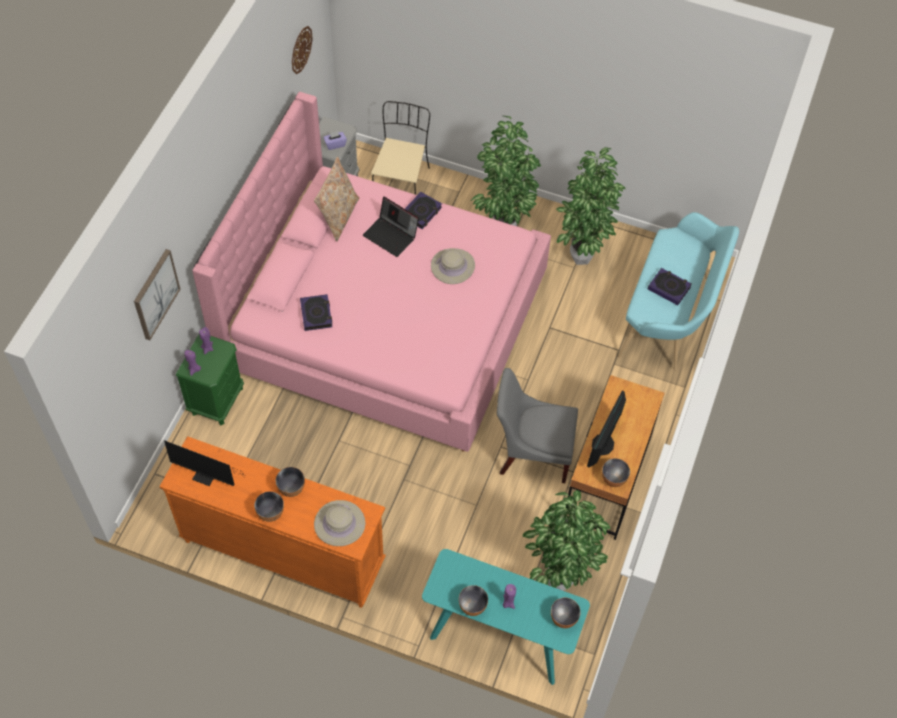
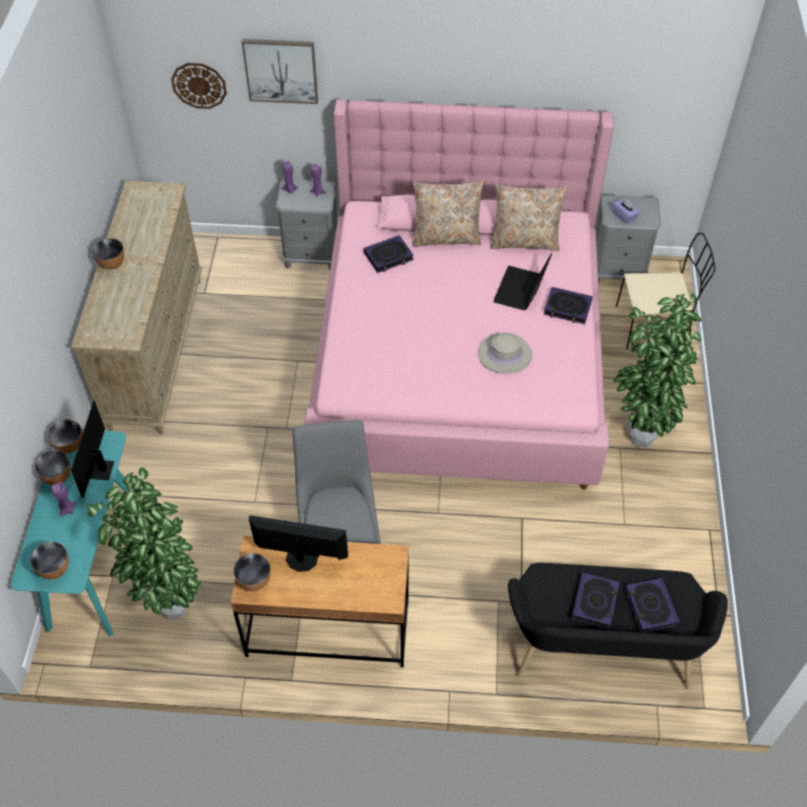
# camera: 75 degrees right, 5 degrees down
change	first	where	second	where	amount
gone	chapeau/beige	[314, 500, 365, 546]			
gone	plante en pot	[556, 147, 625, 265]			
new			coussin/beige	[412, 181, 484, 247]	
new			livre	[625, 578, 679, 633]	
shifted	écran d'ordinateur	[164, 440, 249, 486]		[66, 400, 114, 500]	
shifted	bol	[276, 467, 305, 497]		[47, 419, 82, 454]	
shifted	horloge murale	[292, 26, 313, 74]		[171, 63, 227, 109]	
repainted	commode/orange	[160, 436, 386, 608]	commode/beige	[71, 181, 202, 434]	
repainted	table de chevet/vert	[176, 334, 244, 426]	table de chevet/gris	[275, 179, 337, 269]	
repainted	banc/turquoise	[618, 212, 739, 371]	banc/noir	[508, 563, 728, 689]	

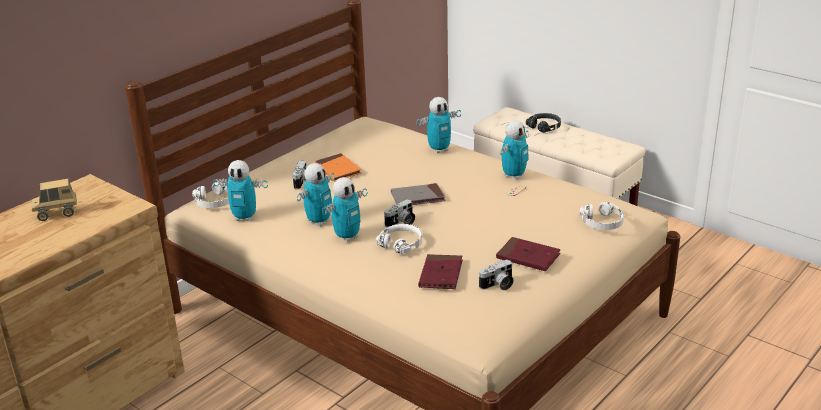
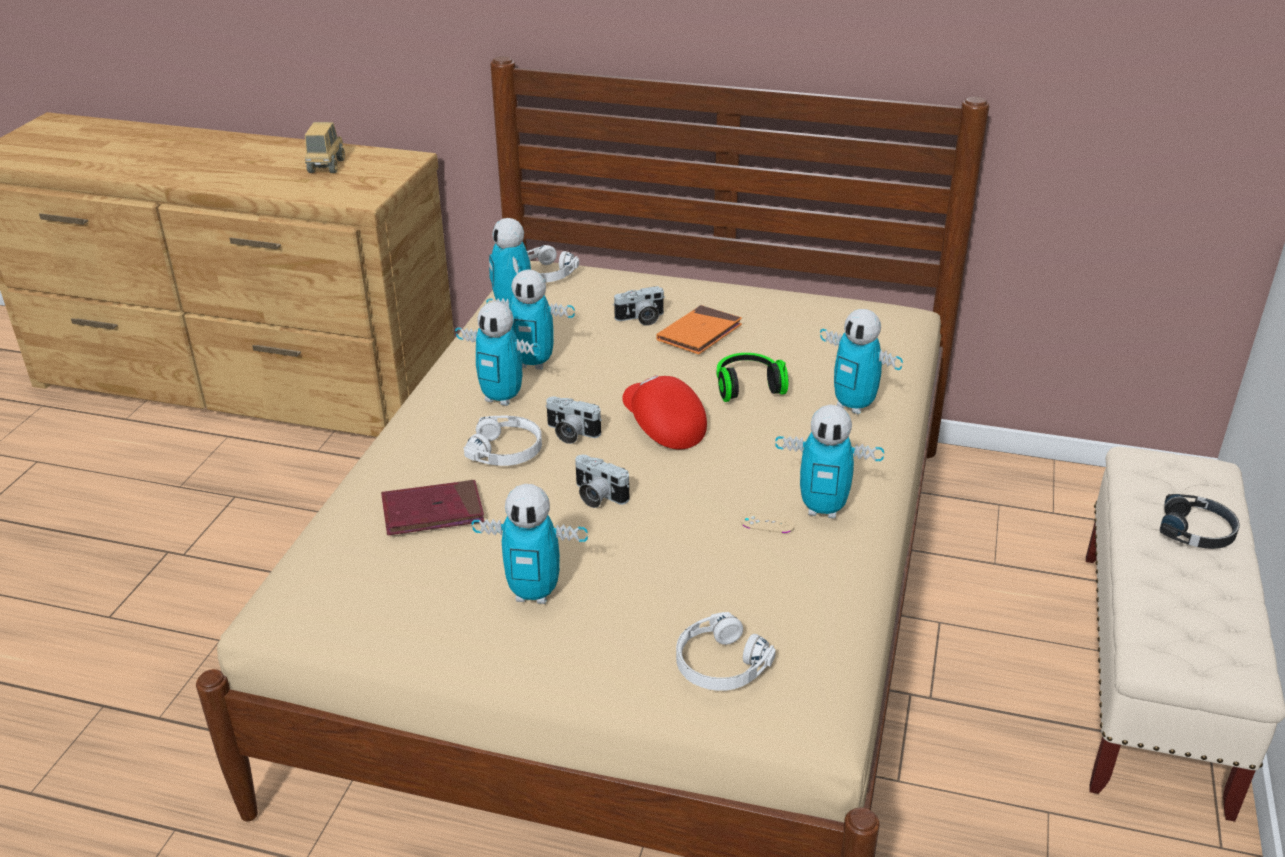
# camera: 65 degrees right, 5 degrees up
change	first	where	second	where	amount
new			casque audio	[717, 353, 788, 402]	
shifted	appareil photo	[478, 259, 514, 290]		[575, 455, 630, 508]	
swapped	livre/gris	[391, 183, 446, 205]	casquette/rouge	[622, 375, 707, 450]	
swapped	livre/rouge	[496, 237, 561, 271]	robot jouet	[472, 484, 588, 604]	
rotated	camion jouet	[32, 179, 77, 221]		[305, 122, 345, 173]	45 degrees clockwise

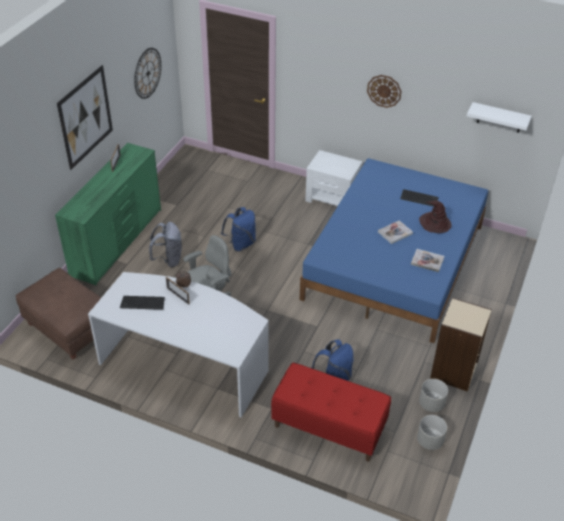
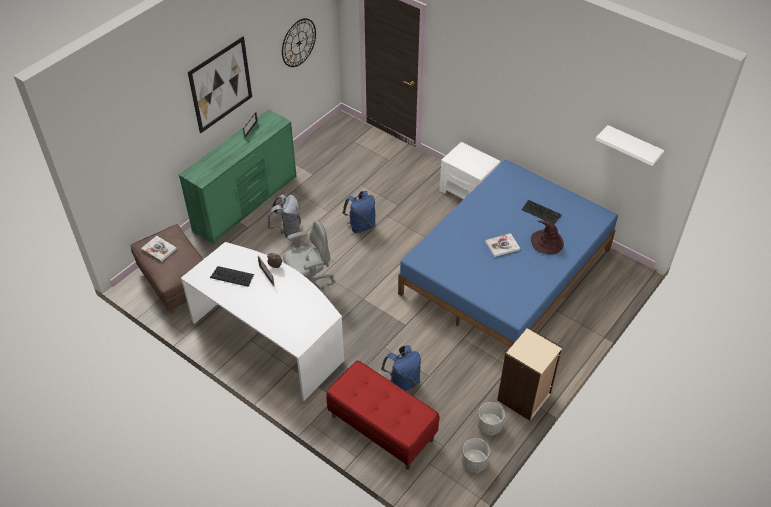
# camera: 15 degrees right, 5 degrees up
change	first	where	second	where	amount
gone	horloge murale	[367, 75, 401, 108]			
shifted	livre	[411, 249, 444, 272]		[141, 236, 177, 262]	

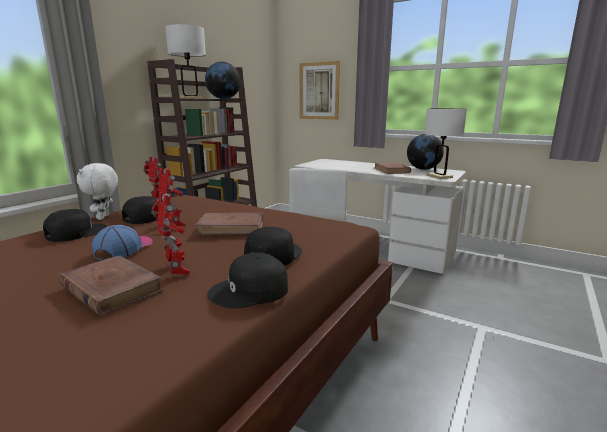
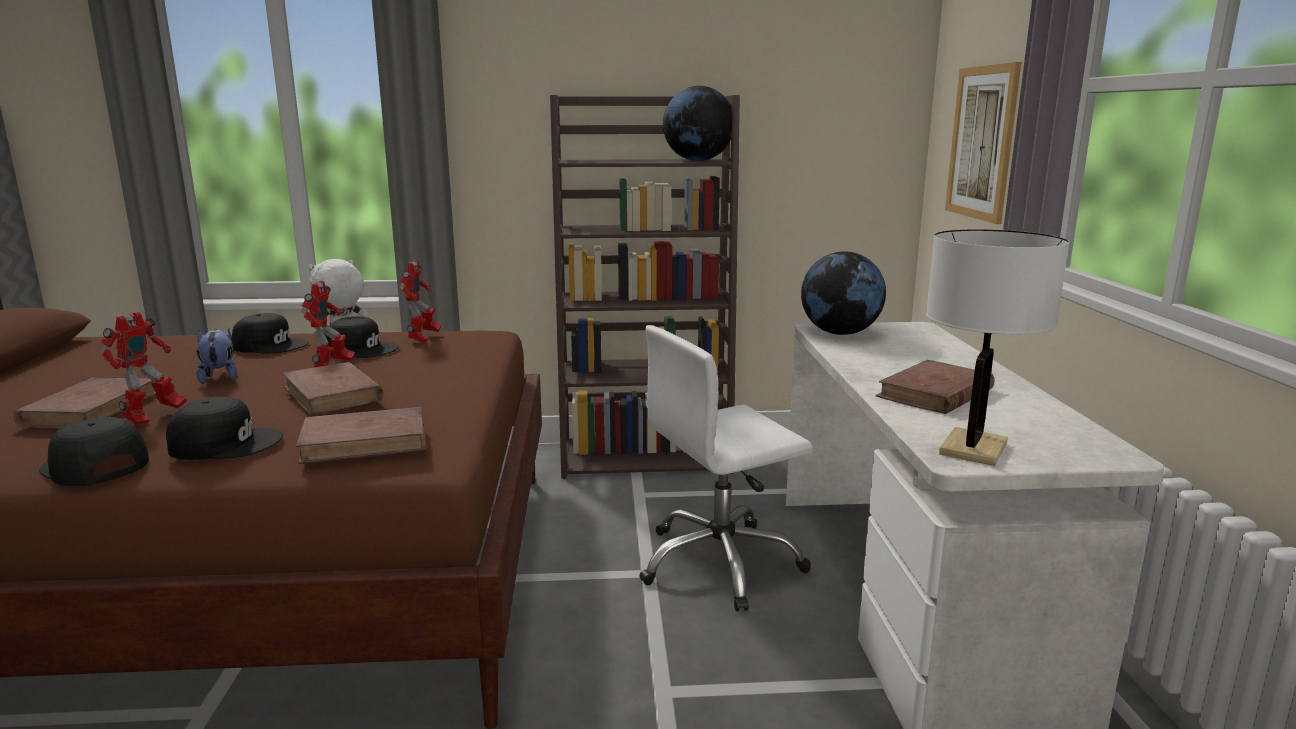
# camera: 55 degrees right, 0 degrees up
change	first	where	second	where	amount
gone	lampe de table/blanc	[165, 24, 206, 99]			
new			livre/marron	[296, 407, 427, 464]	
shifted	globe	[407, 134, 444, 170]		[801, 251, 886, 335]	
swapped	casquette	[92, 225, 153, 260]	peluche	[196, 329, 237, 384]	

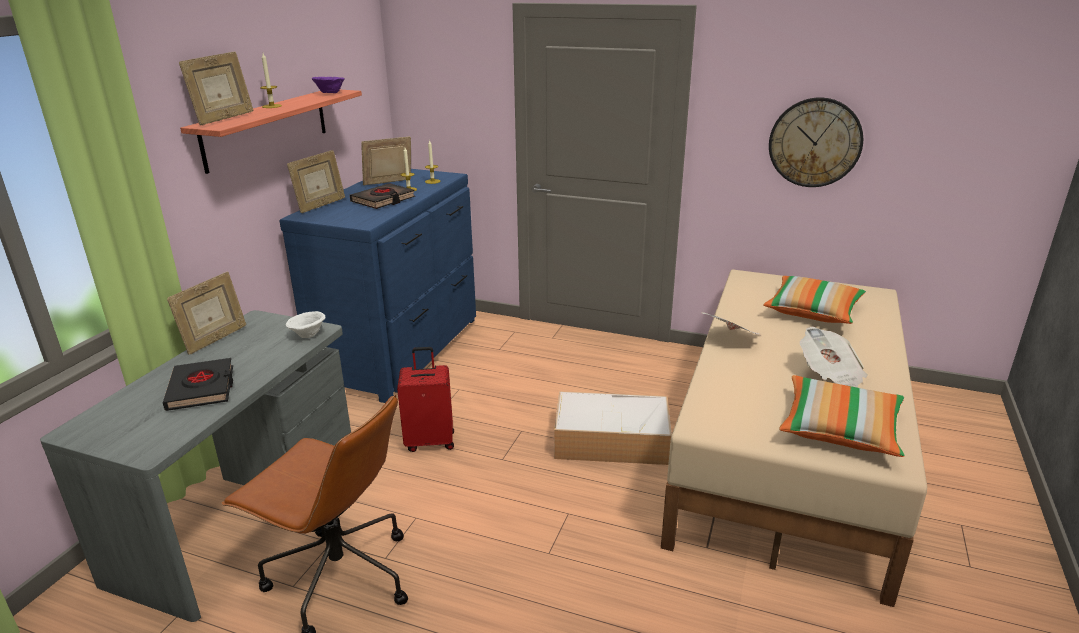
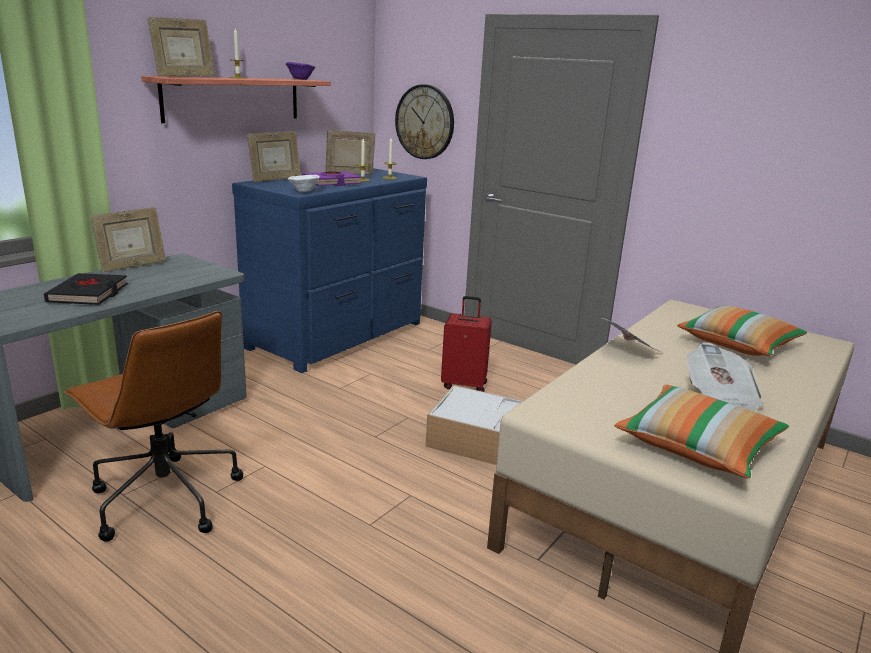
# camera: 15 degrees right, 5 degrees down
change	first	where	second	where	amount
shifted	bol/blanc	[286, 311, 325, 338]		[288, 175, 320, 192]	
shifted	valise/rouge	[397, 347, 454, 452]		[441, 296, 492, 392]	
shifted	horloge murale	[769, 98, 863, 187]		[395, 84, 454, 159]	
repainted	livre/noir	[350, 183, 415, 209]	livre/violet	[303, 171, 362, 186]	

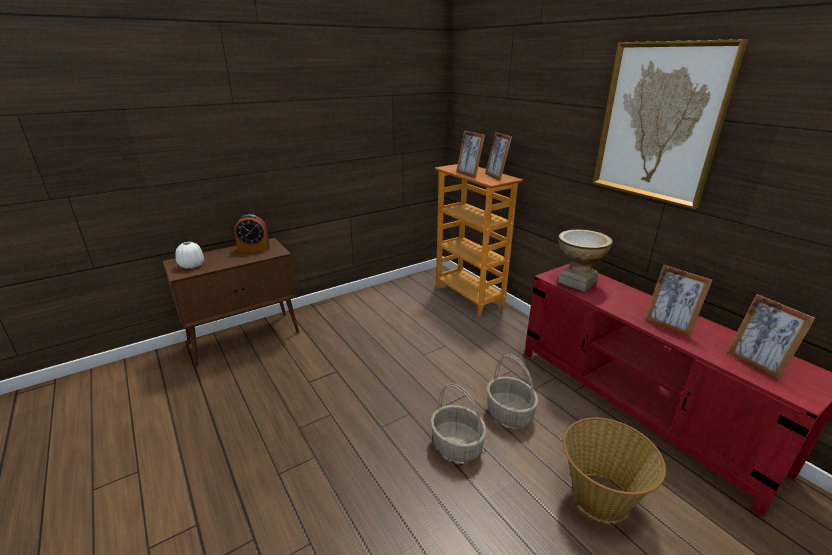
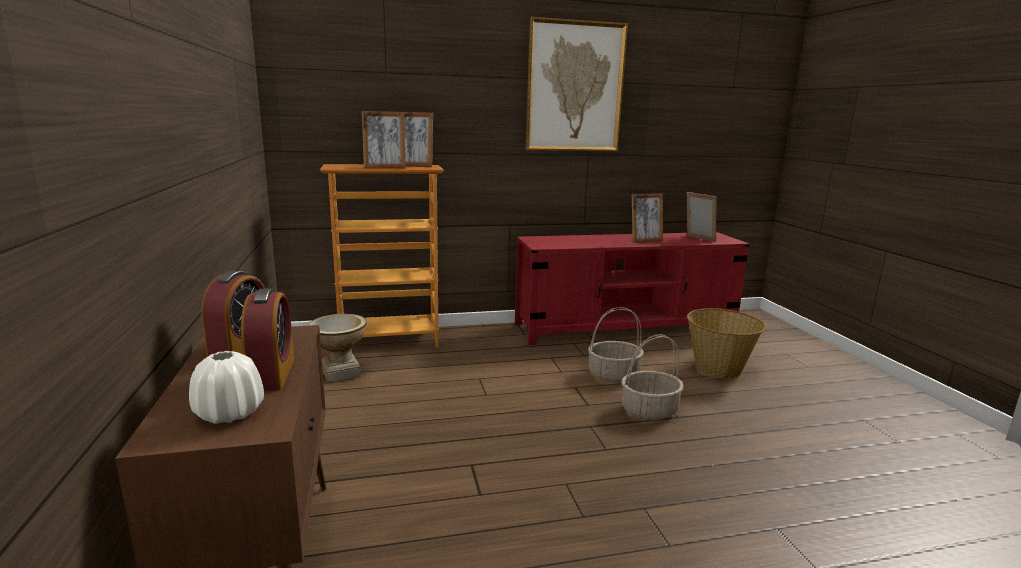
# camera: 70 degrees left, 10 degrees down
change	first	where	second	where	amount
new			réveil	[241, 288, 294, 391]	
shifted	vase	[558, 229, 613, 292]		[308, 314, 367, 383]	
rotated	cadre photo	[727, 294, 815, 381]		[687, 192, 716, 242]	120 degrees counterclockwise

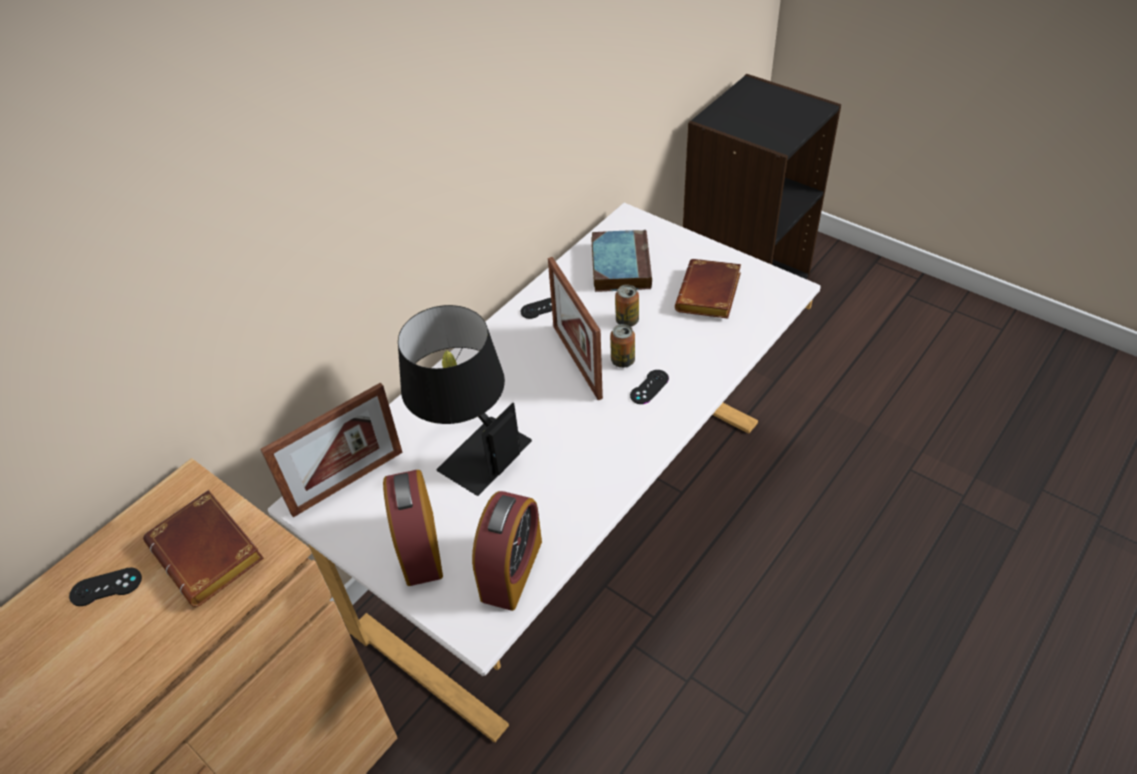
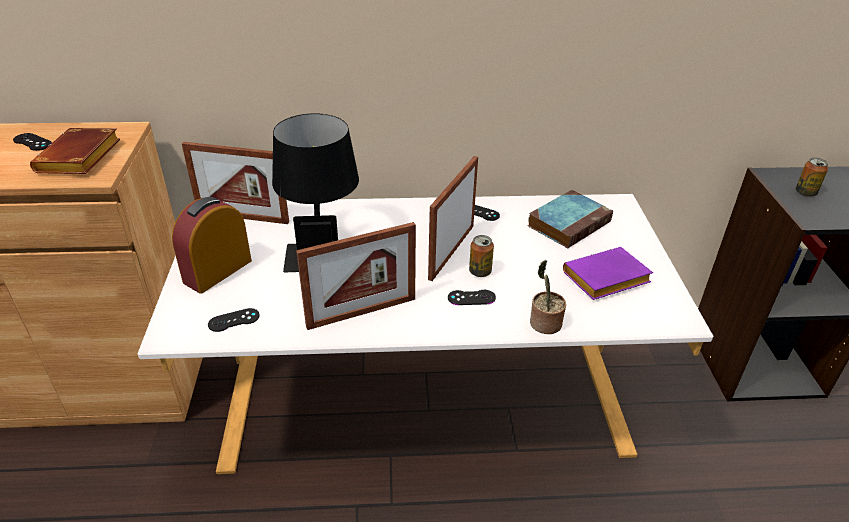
# camera: 45 degrees right, 10 degrees down
change	first	where	second	where	amount
new			cadre photo	[296, 222, 416, 330]	
new			plante en pot	[530, 260, 566, 334]	
shifted	boîte métallique	[615, 285, 639, 327]		[796, 158, 828, 197]	
swapped	réveil	[472, 491, 542, 611]	manette/noir	[208, 308, 260, 332]	
repainted	livre/marron	[675, 259, 741, 319]	livre/violet	[563, 247, 653, 300]	

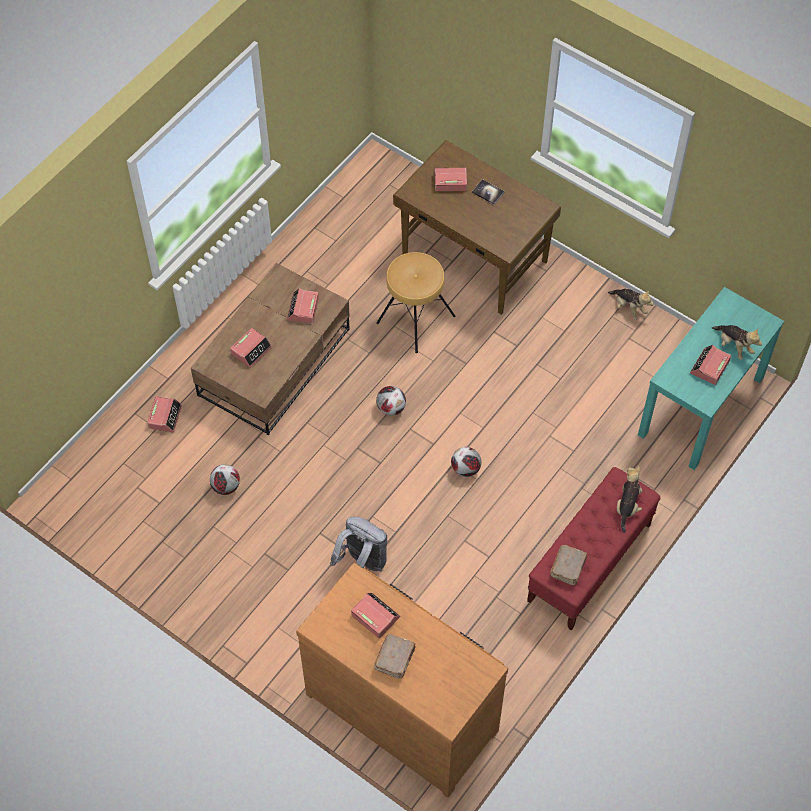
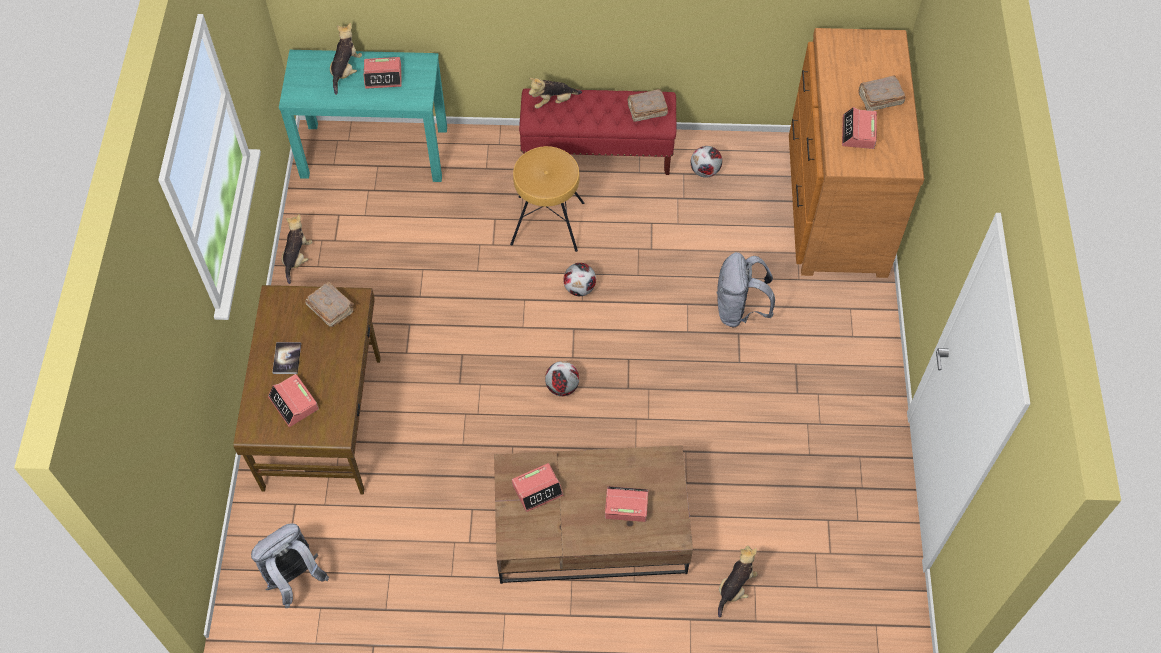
# camera: 125 degrees left, 0 degrees up
change	first	where	second	where	amount
new			sac à dos/gris	[251, 523, 329, 608]	
new			livre/marron	[305, 282, 354, 327]	
shifted	ballon de foot	[210, 464, 240, 495]		[691, 146, 722, 178]	
shifted	tabouret/marron	[376, 252, 456, 353]		[510, 146, 584, 252]	
swapped	réveil	[147, 397, 182, 432]	peluche	[718, 546, 758, 617]	

